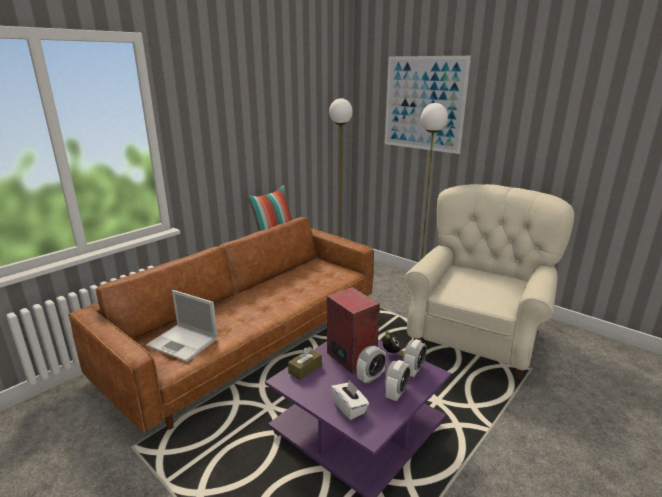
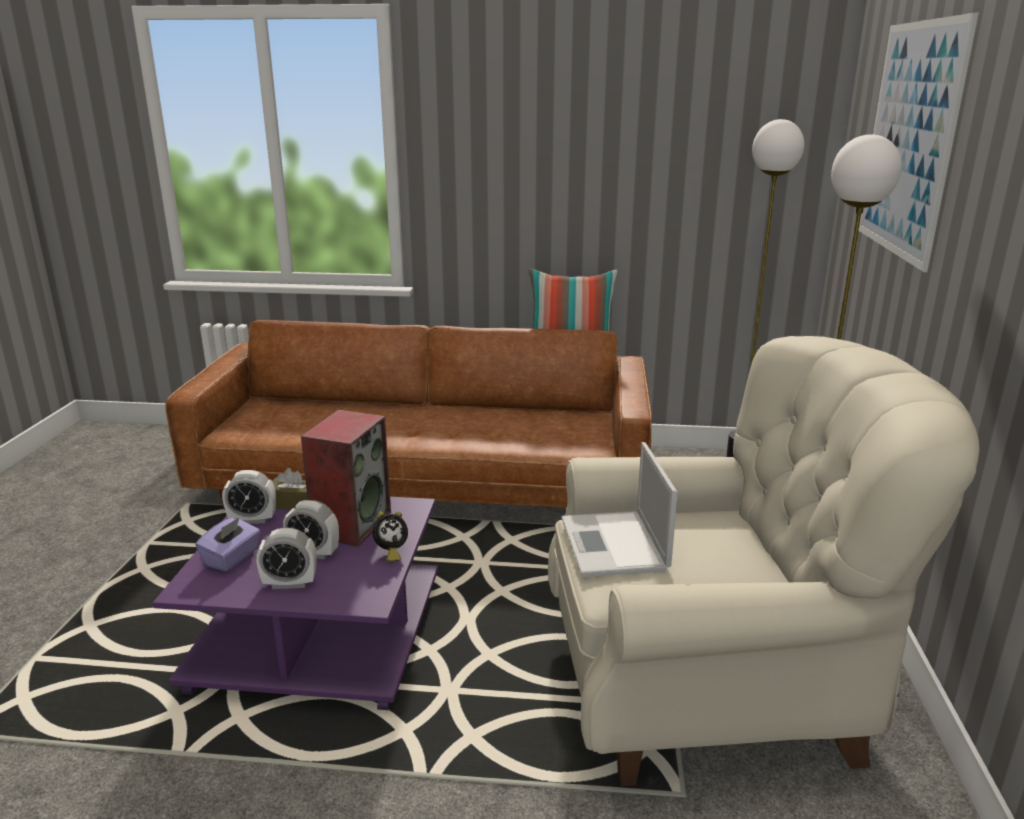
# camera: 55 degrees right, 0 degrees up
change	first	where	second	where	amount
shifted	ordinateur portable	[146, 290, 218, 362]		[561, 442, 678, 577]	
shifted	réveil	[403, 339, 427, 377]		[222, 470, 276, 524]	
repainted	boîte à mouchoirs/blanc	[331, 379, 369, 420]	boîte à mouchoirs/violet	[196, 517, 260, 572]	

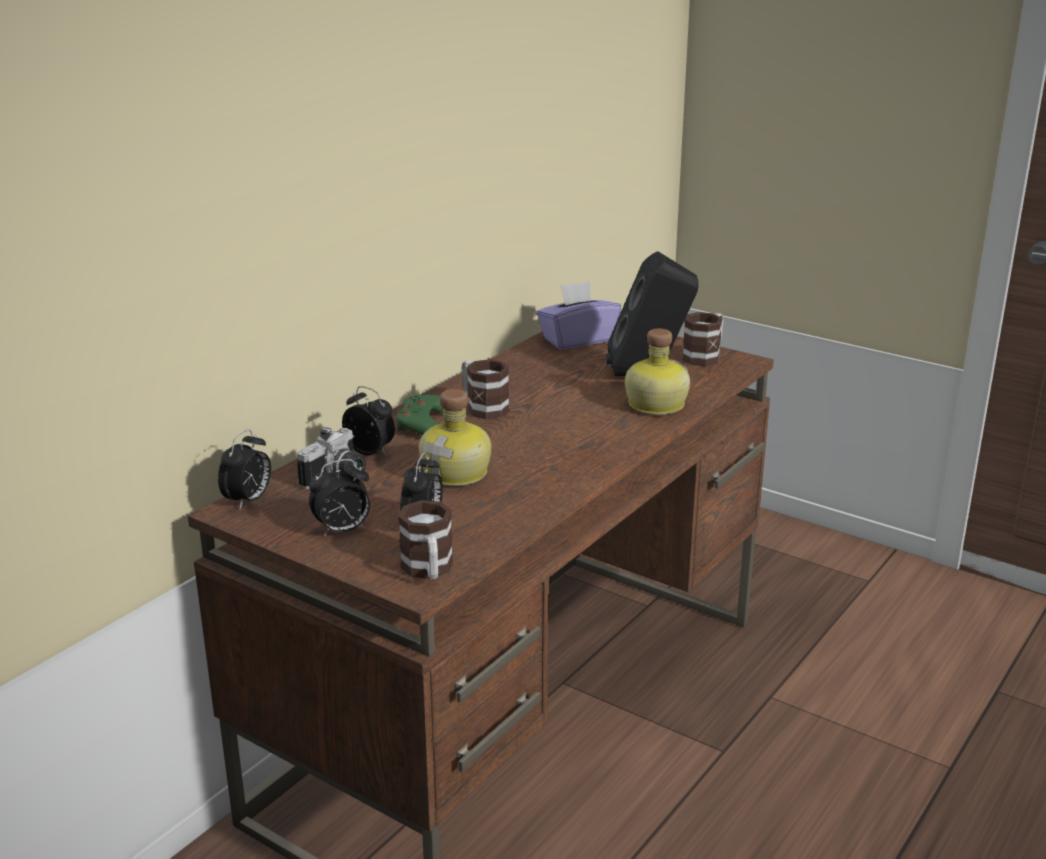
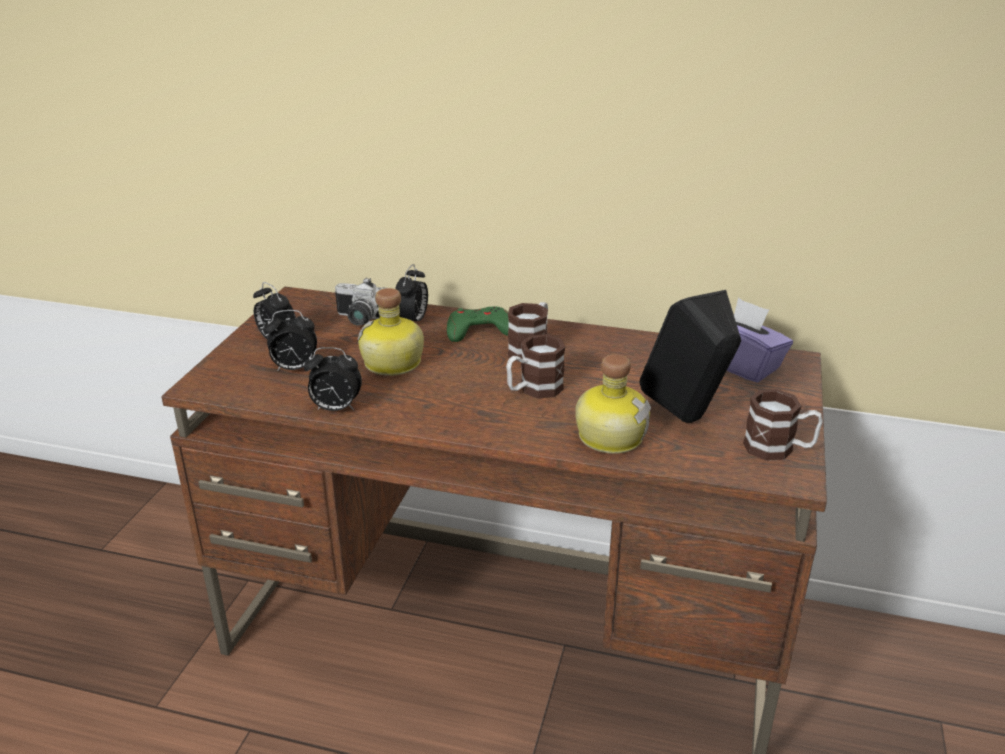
# camera: 70 degrees right, 5 degrees up
change	first	where	second	where	amount
shifted	réveil	[218, 429, 271, 510]		[304, 347, 362, 411]	
shifted	mug	[398, 500, 453, 579]		[506, 334, 565, 399]	

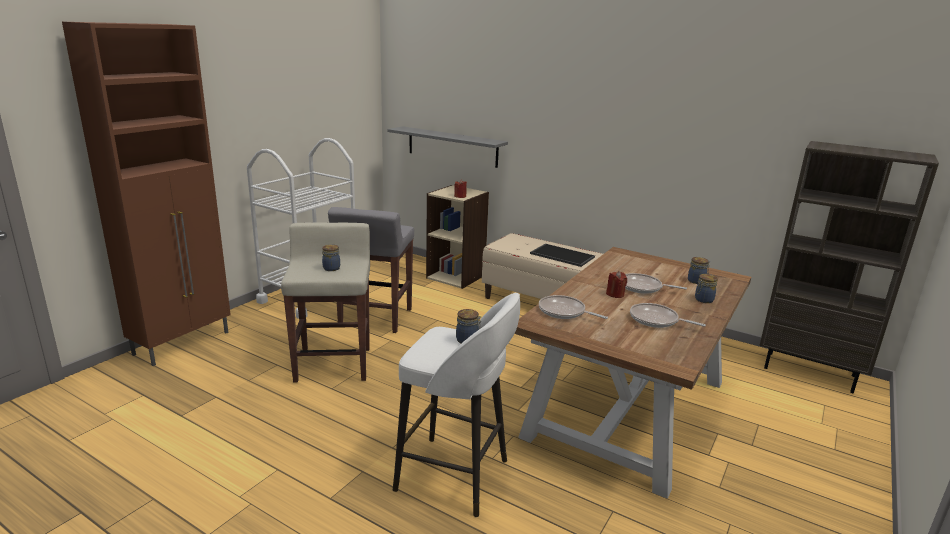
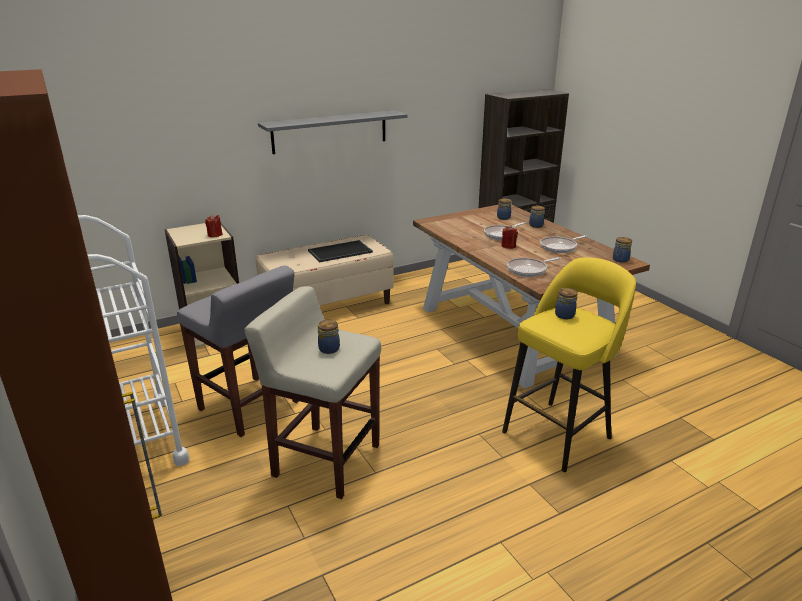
# camera: 60 degrees left, 5 degrees up
change	first	where	second	where	amount
new			bocal	[613, 237, 632, 263]	
shifted	étagère/gris	[387, 126, 508, 168]		[258, 110, 408, 154]	
repainted	tabouret/blanc	[393, 293, 520, 517]	tabouret/jaune	[502, 257, 636, 472]	

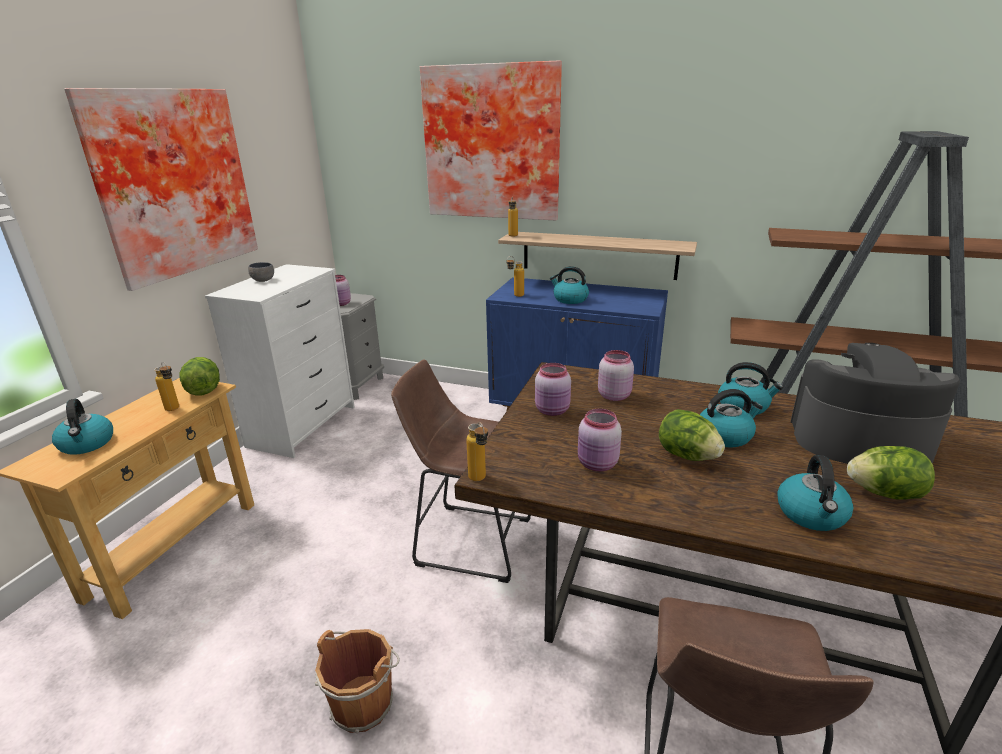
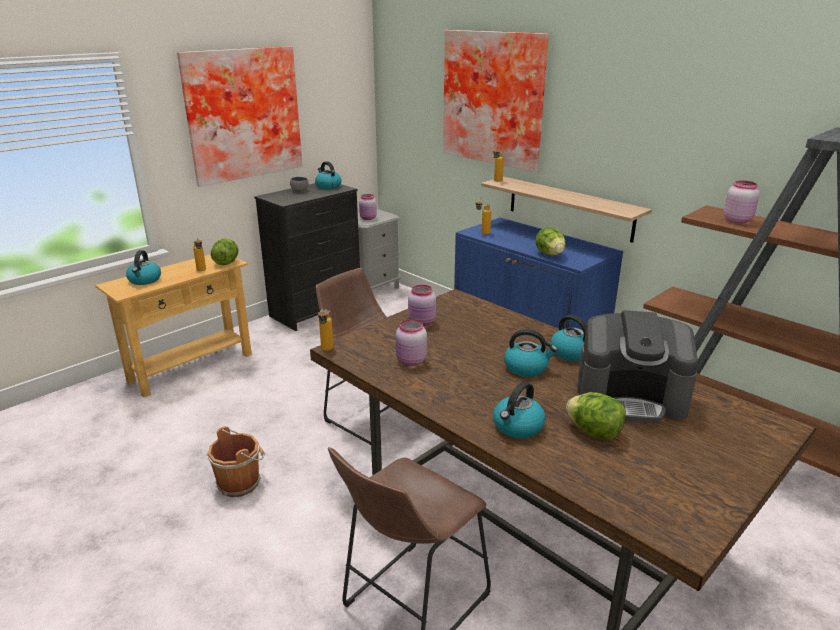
# camera: 25 degrees right, 0 degrees up
change	first	where	second	where	amount
shifted	bouilloire	[550, 266, 589, 304]		[315, 161, 342, 189]	
shifted	bocal/rose	[598, 350, 634, 401]		[724, 180, 760, 224]	
shifted	laitue	[659, 409, 725, 461]		[535, 227, 566, 256]	
repainted	commode/blanc	[205, 264, 355, 458]	commode/noir	[254, 183, 360, 331]	
rotated	machine à café	[791, 343, 960, 464]		[577, 310, 698, 423]	150 degrees clockwise

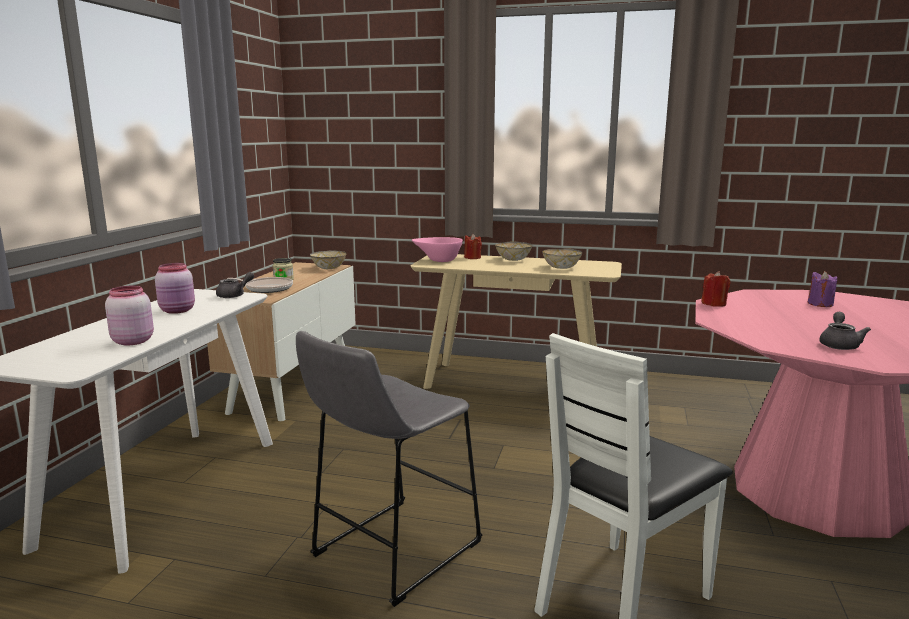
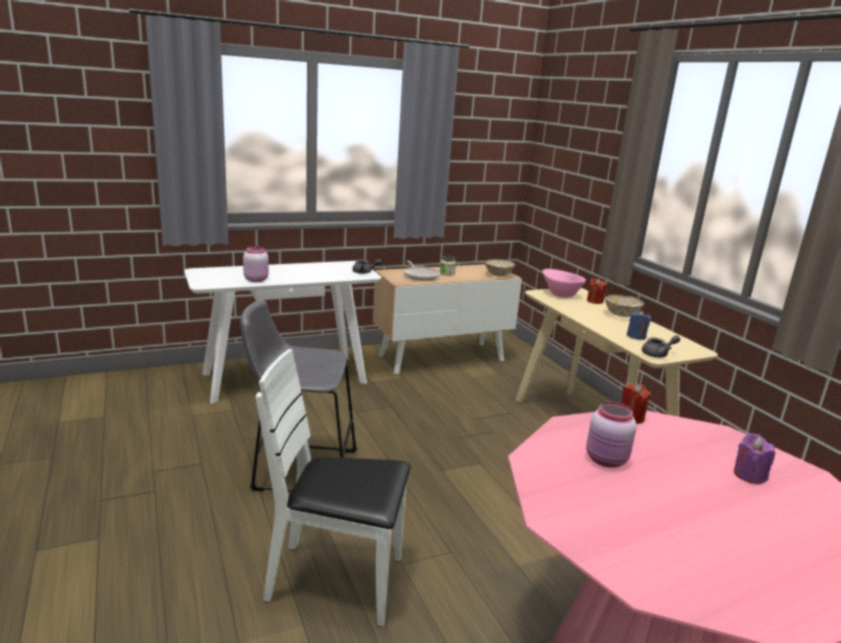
# camera: 50 degrees right, 5 degrees up
change	first	where	second	where	amount
shifted	bocal/rose	[155, 263, 195, 314]		[586, 402, 636, 468]	
shifted	théière/gris	[819, 312, 871, 350]		[642, 335, 680, 358]	
swapped	bol	[542, 248, 582, 269]	bougie/bleu	[627, 311, 651, 340]	

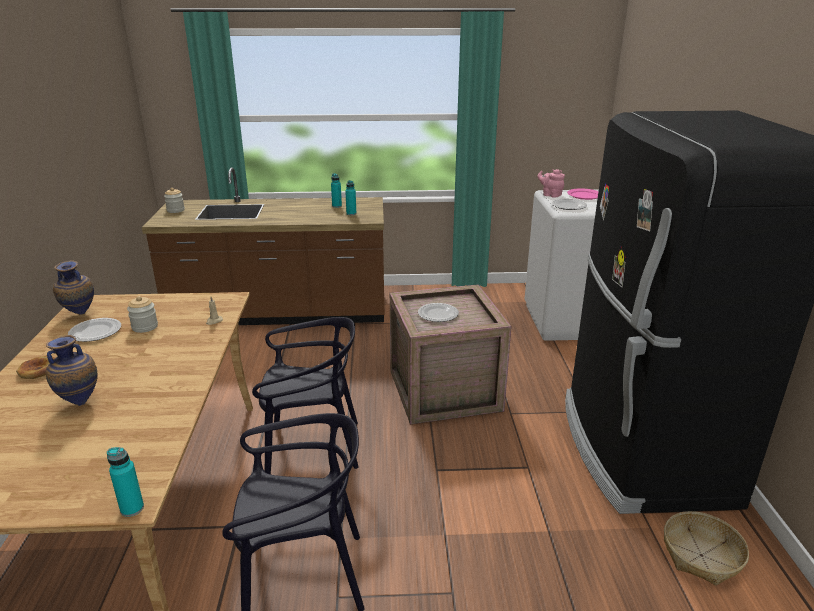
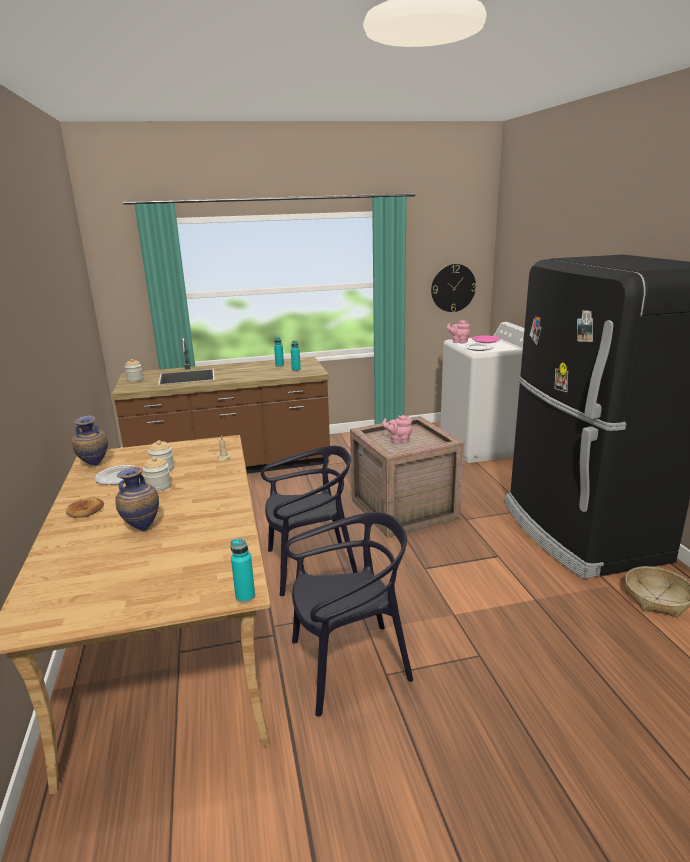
# camera: 10 degrees left, 5 degrees down
change	first	where	second	where	amount
new			bocal	[143, 456, 171, 492]	
new			horloge murale	[431, 264, 476, 312]	
swapped	assiette	[418, 303, 459, 322]	théière/rose	[382, 415, 413, 444]	

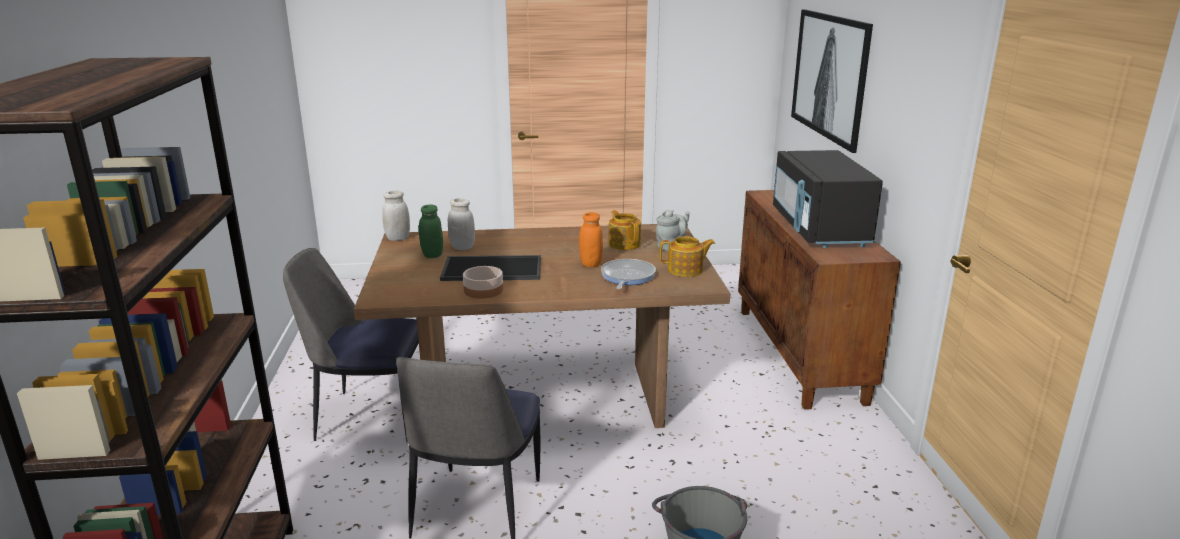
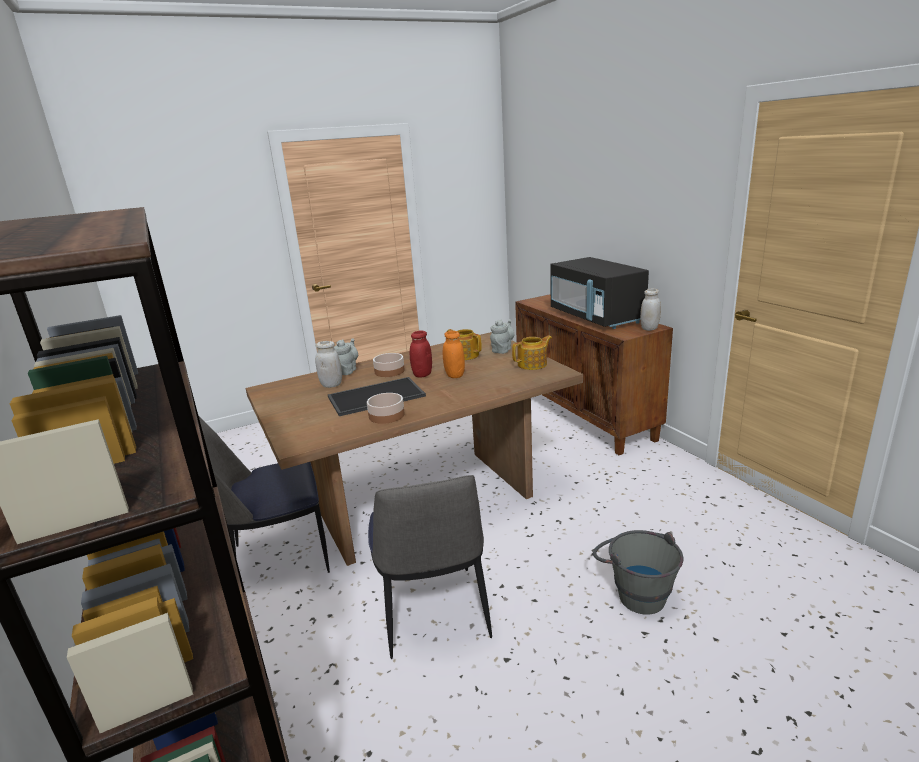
# camera: 20 degrees left, 0 degrees up
change	first	where	second	where	amount
gone	bocal/vert	[419, 205, 443, 258]			
gone	poêle	[601, 259, 656, 290]			
gone	tableau	[791, 9, 873, 153]			
new			théière/gris	[334, 338, 358, 375]	
new			bol	[373, 353, 405, 377]	
new			bocal/rouge	[410, 331, 432, 378]	
shifted	bocal/blanc	[382, 191, 410, 241]		[640, 289, 661, 331]	

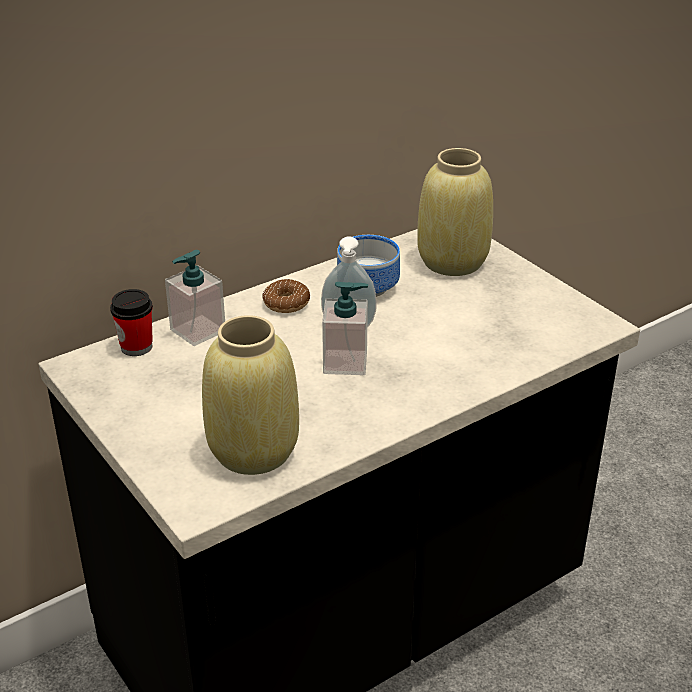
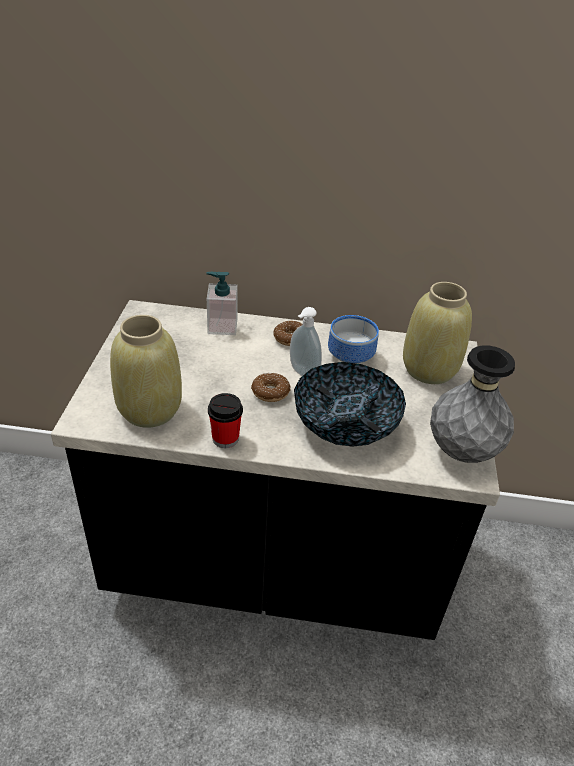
# camera: 40 degrees right, 5 degrees up
change	first	where	second	where	amount
new			bol	[294, 362, 406, 447]	
new			vase/gris	[430, 345, 515, 463]	
shifted	tasse	[110, 289, 153, 356]		[208, 393, 243, 448]	
swapped	distributeur de savon	[322, 282, 368, 375]	beignet	[251, 373, 291, 402]	

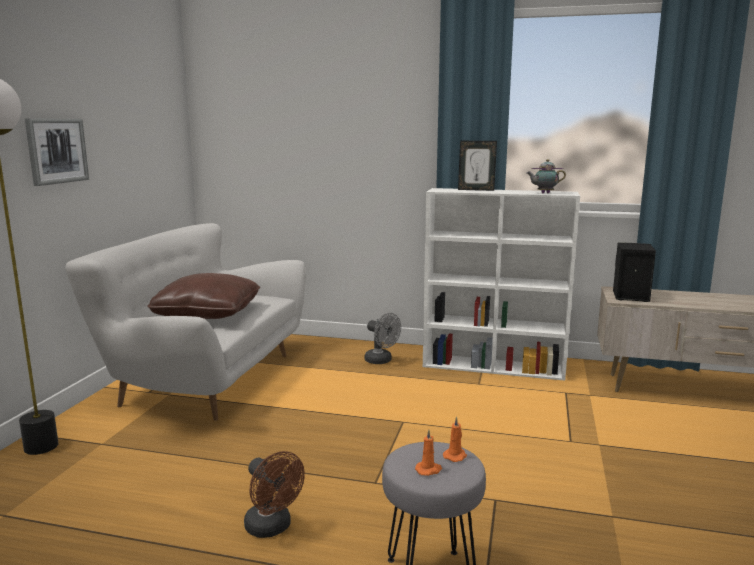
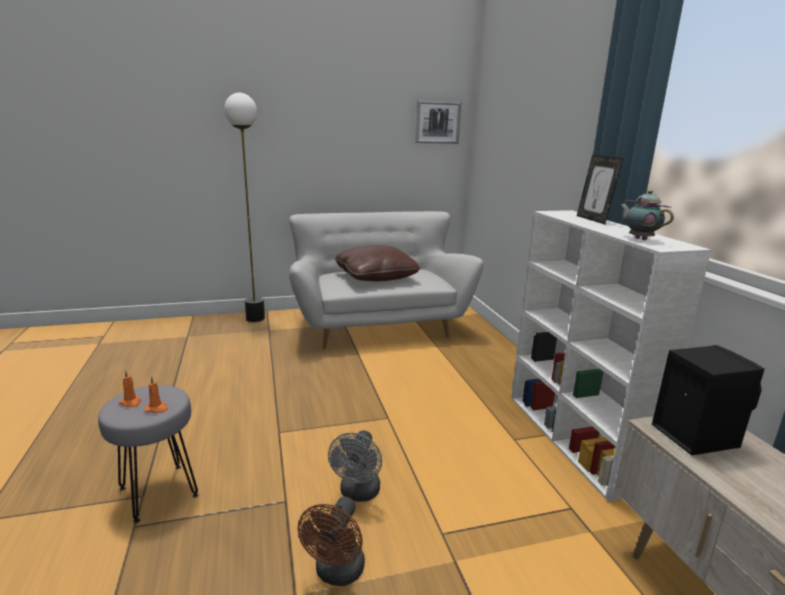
# camera: 60 degrees right, 5 degrees up
change	first	where	second	where	amount
shifted	tableau	[25, 118, 89, 186]		[415, 101, 461, 144]	
shifted	ventilateur/marron	[244, 451, 305, 538]		[298, 497, 365, 586]	
shifted	ventilateur/gris	[364, 313, 401, 364]		[328, 430, 382, 502]	

